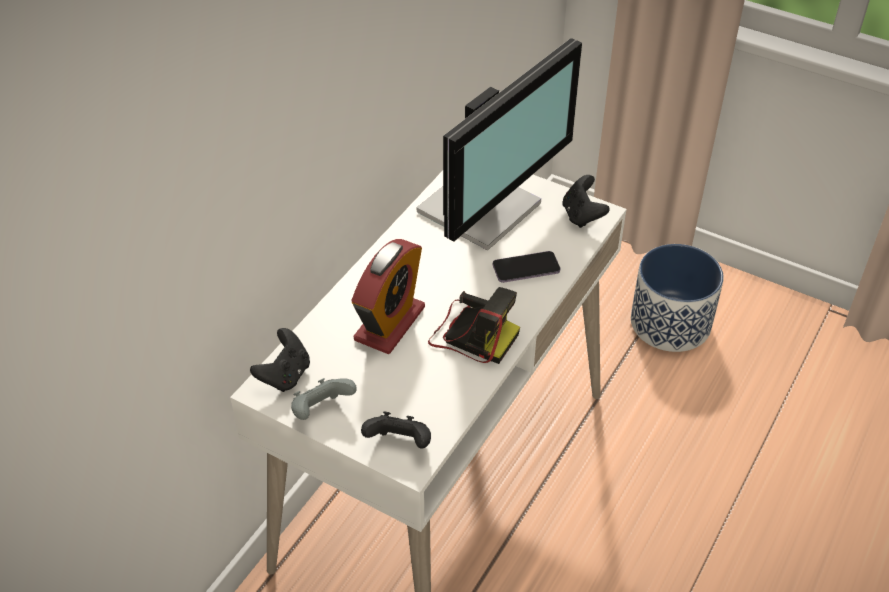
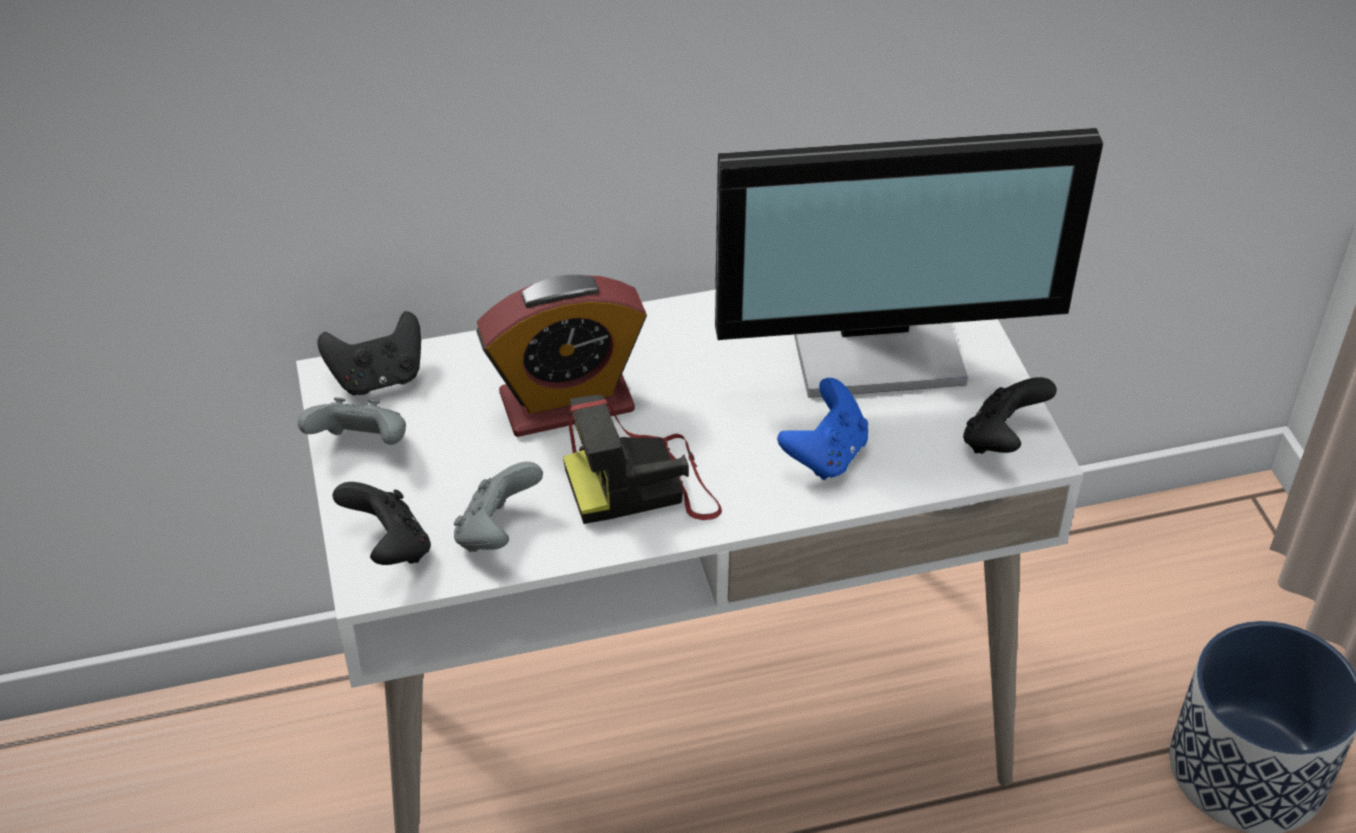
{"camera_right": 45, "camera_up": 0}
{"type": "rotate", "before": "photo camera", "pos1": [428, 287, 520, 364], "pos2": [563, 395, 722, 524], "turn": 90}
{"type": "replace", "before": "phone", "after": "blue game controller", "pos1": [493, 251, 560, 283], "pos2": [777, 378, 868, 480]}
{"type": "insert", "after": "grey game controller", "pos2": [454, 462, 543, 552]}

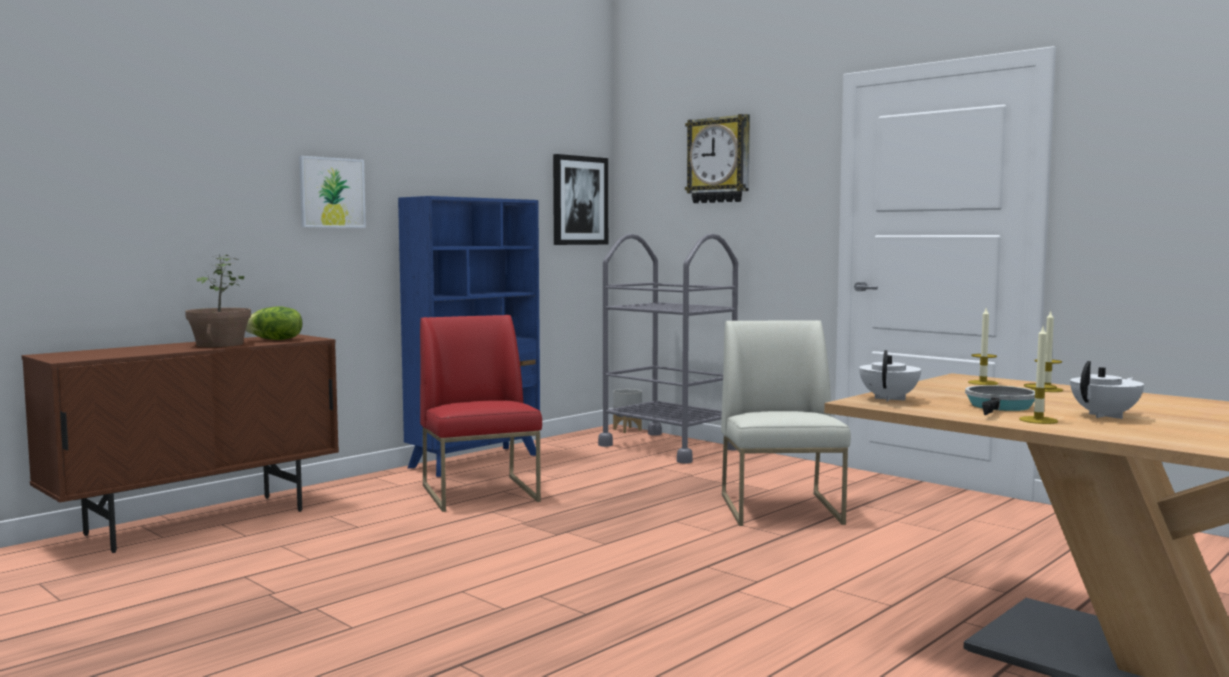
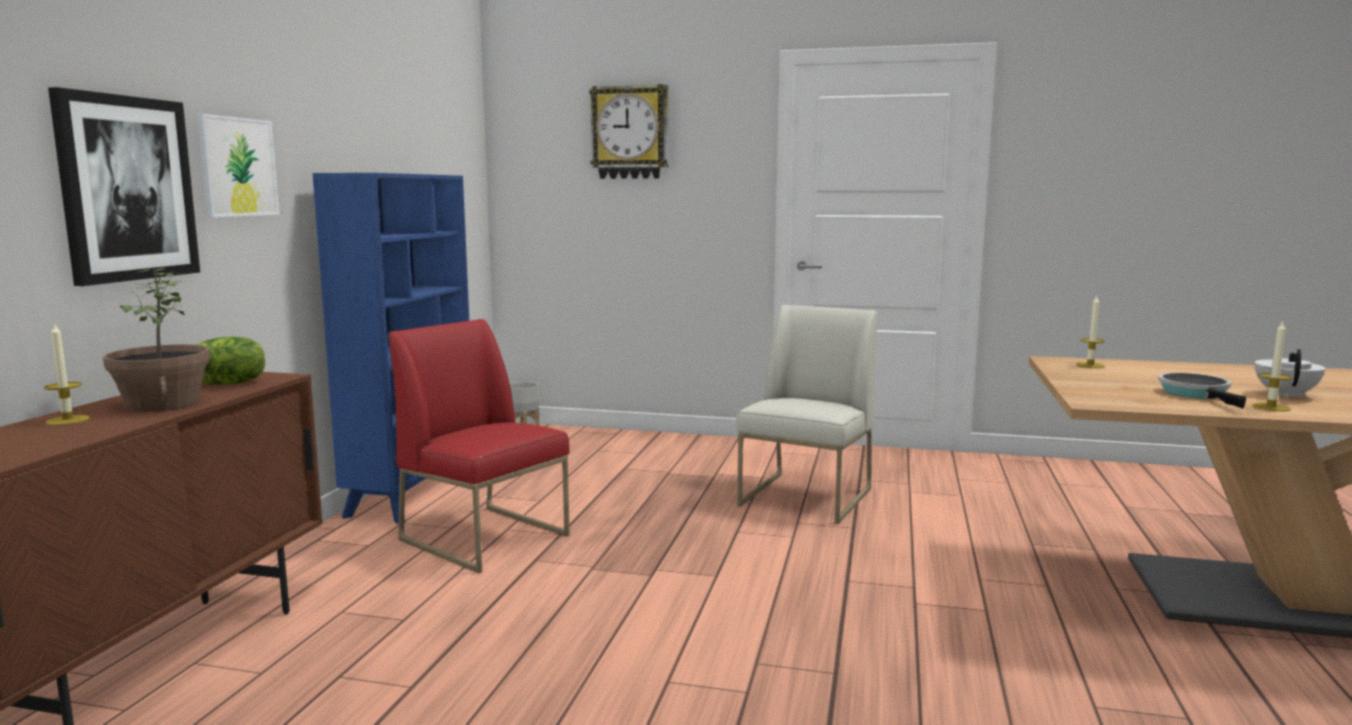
{"camera_right": -30, "camera_up": 5}
{"type": "move", "before": "picture", "pos1": [553, 154, 608, 245], "pos2": [48, 87, 200, 286]}
{"type": "delete", "before": "grey cart", "pos1": [598, 234, 738, 464]}
{"type": "rotate", "before": "white chair", "pos1": [721, 320, 851, 526], "pos2": [736, 305, 877, 524], "turn": 60}
{"type": "delete", "before": "white teapot", "pos1": [859, 350, 921, 402]}
{"type": "move", "before": "candle", "pos1": [1031, 310, 1063, 392], "pos2": [44, 324, 90, 425]}

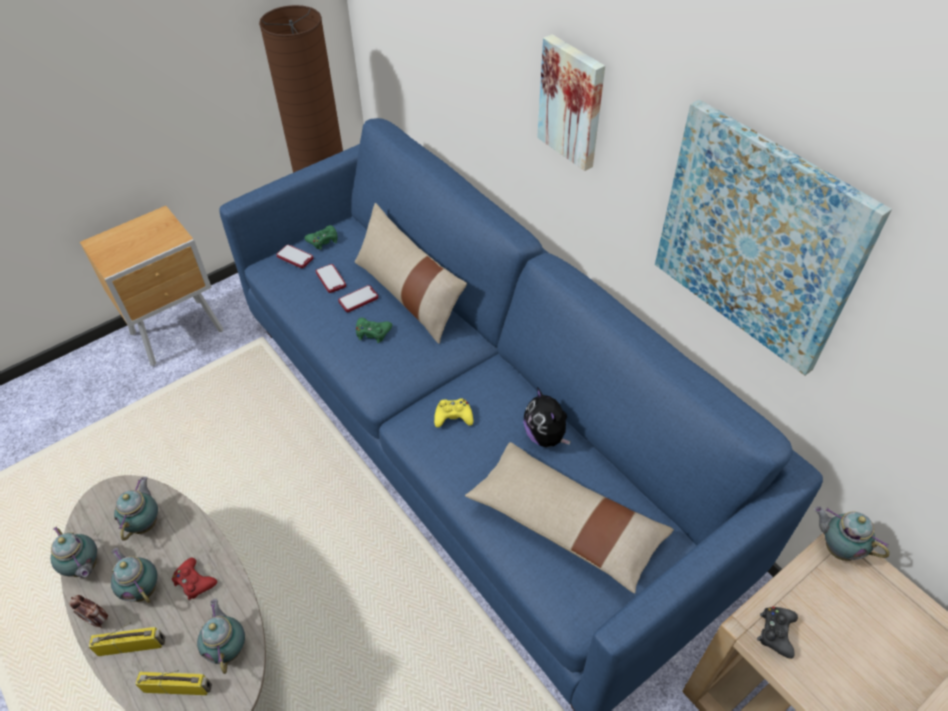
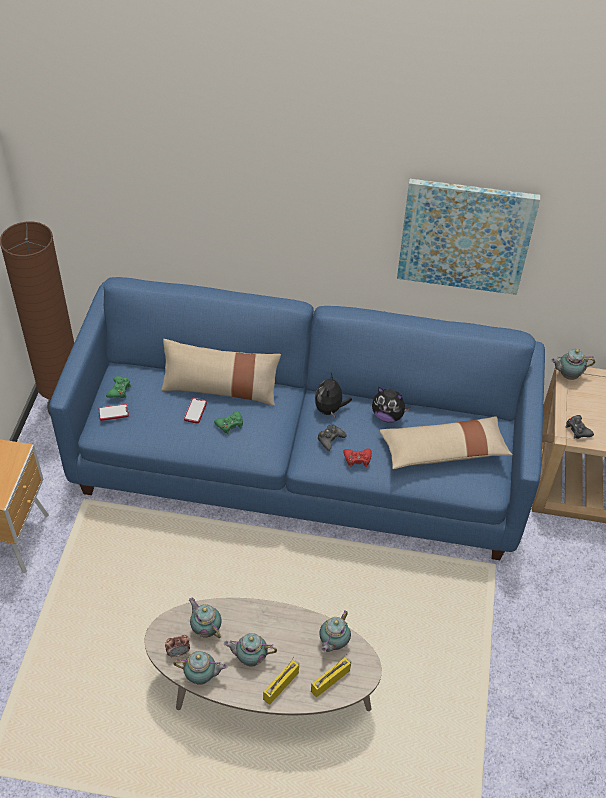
{"camera_right": -45, "camera_up": 0}
{"type": "move", "before": "alarm clock", "pos1": [70, 595, 108, 628], "pos2": [165, 635, 190, 658]}
{"type": "move", "before": "red game controller", "pos1": [172, 558, 217, 600], "pos2": [344, 449, 372, 467]}
{"type": "rotate", "before": "teapot", "pos1": [197, 599, 245, 674], "pos2": [320, 610, 351, 653], "turn": -90}
{"type": "delete", "before": "phone", "pos1": [316, 264, 346, 293]}
{"type": "recolor", "before": "yellow game controller", "after": "black game controller", "pos1": [434, 399, 473, 428], "pos2": [318, 425, 346, 451]}
{"type": "delete", "before": "picture", "pos1": [537, 34, 605, 171]}
{"type": "insert", "after": "plush toy", "pos2": [315, 373, 352, 418]}

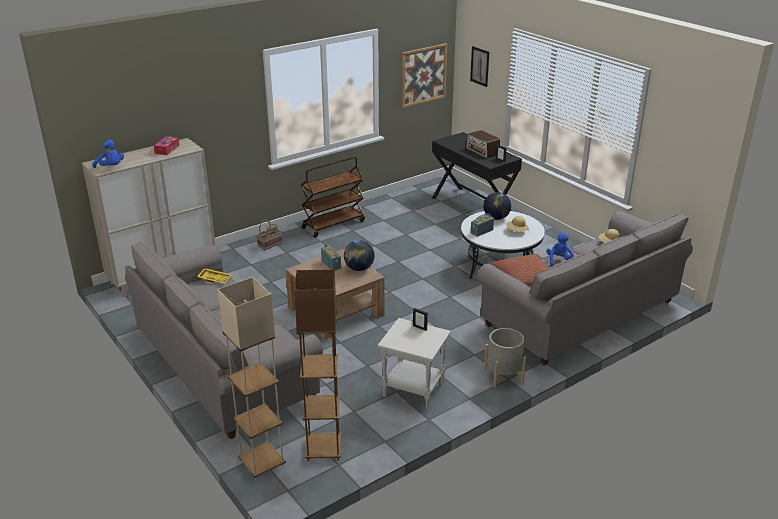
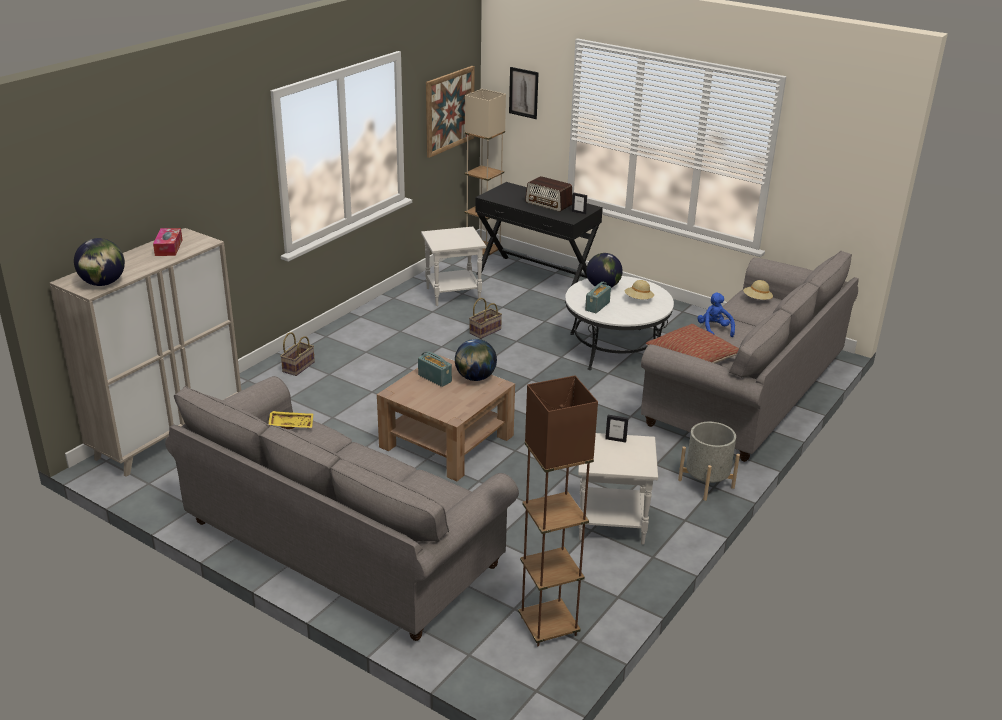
{"camera_right": -20, "camera_up": 0}
{"type": "replace", "before": "blue plush toy", "after": "globe", "pos1": [92, 139, 124, 168], "pos2": [74, 238, 125, 286]}
{"type": "move", "before": "beige floor lamp", "pos1": [217, 277, 286, 480], "pos2": [464, 89, 506, 255]}
{"type": "delete", "before": "brown cart", "pos1": [301, 157, 365, 238]}
{"type": "insert", "after": "white side table", "pos2": [421, 227, 486, 306]}
{"type": "insert", "after": "basket", "pos2": [469, 298, 502, 339]}

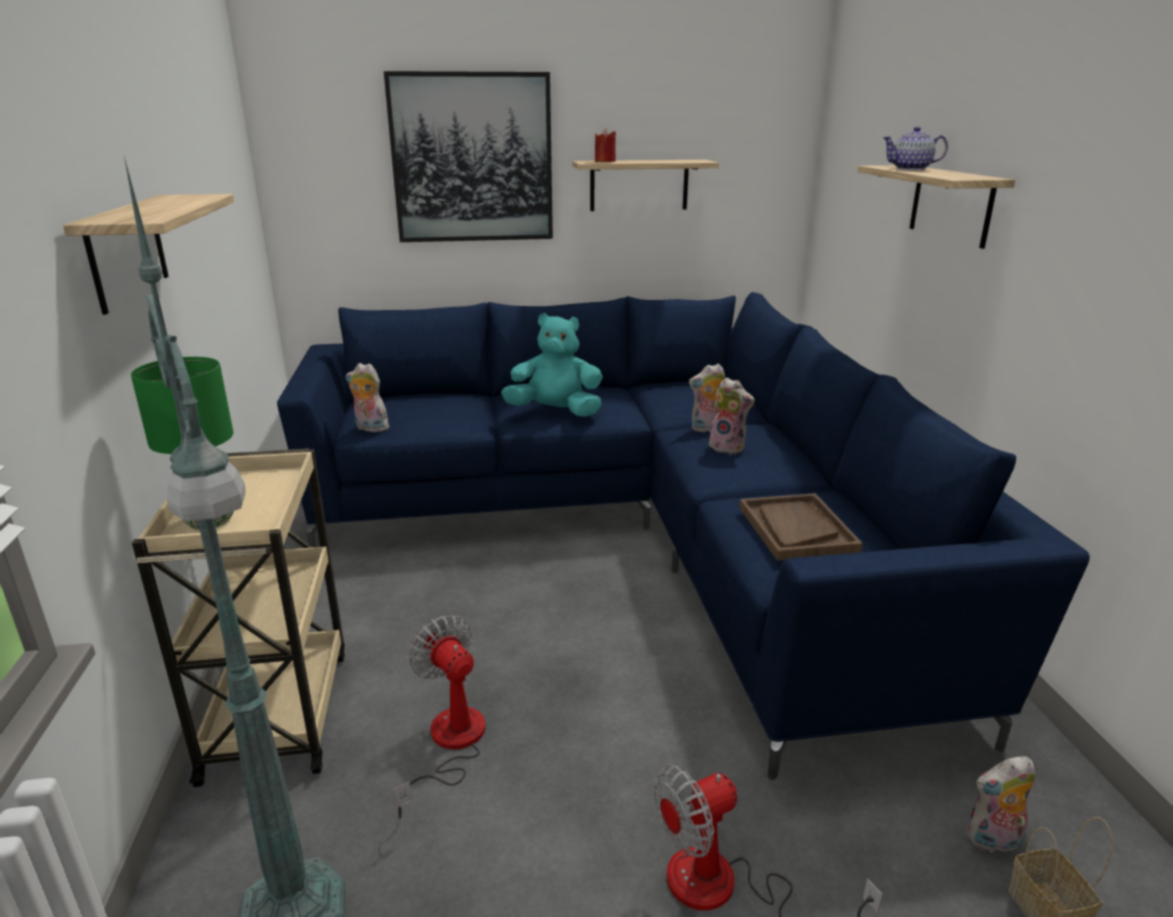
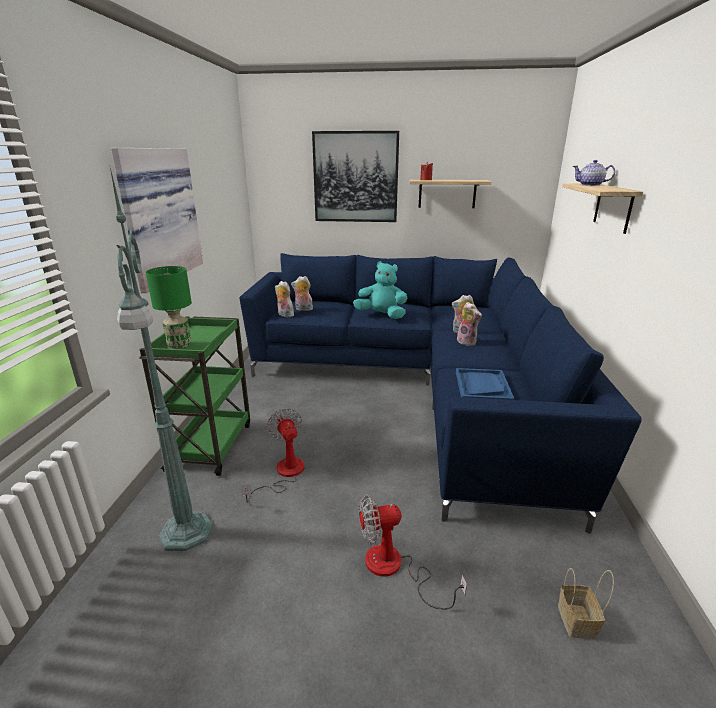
{"camera_right": 15, "camera_up": 0}
{"type": "replace", "before": "shelf", "after": "picture", "pos1": [63, 194, 234, 315], "pos2": [111, 148, 203, 293]}
{"type": "recolor", "before": "beige cart", "after": "green cart", "pos1": [132, 448, 345, 787], "pos2": [139, 316, 250, 476]}
{"type": "recolor", "before": "brown tray", "after": "blue tray", "pos1": [739, 493, 863, 561], "pos2": [456, 368, 514, 400]}
{"type": "move", "before": "plush toy", "pos1": [967, 756, 1035, 853], "pos2": [291, 276, 313, 311]}

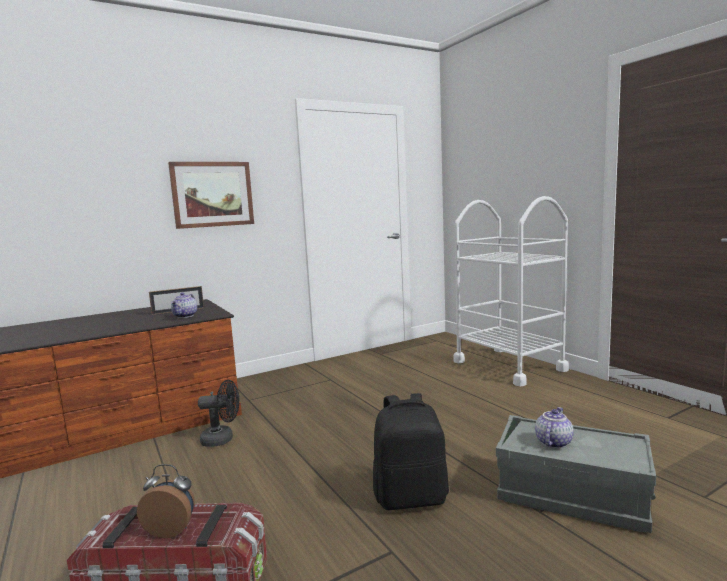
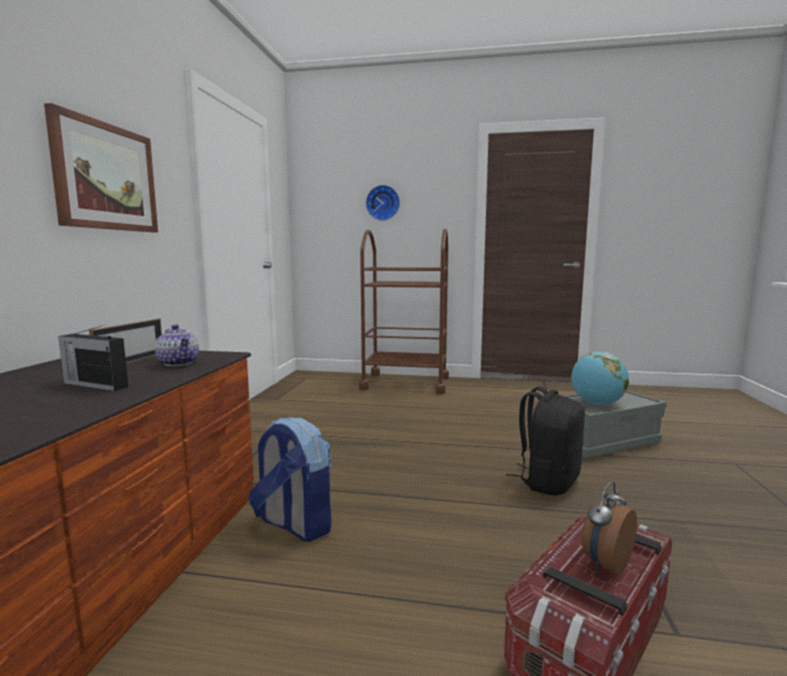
{"camera_right": -50, "camera_up": 0}
{"type": "replace", "before": "black fan", "after": "backpack", "pos1": [198, 380, 239, 447], "pos2": [249, 417, 332, 542]}
{"type": "recolor", "before": "white cart", "after": "brown cart", "pos1": [453, 196, 569, 386], "pos2": [359, 229, 449, 394]}
{"type": "replace", "before": "teapot", "after": "globe", "pos1": [535, 407, 574, 448], "pos2": [571, 352, 629, 405]}
{"type": "insert", "after": "radio", "pos2": [58, 324, 128, 391]}
{"type": "insert", "after": "wall clock", "pos2": [366, 185, 400, 221]}

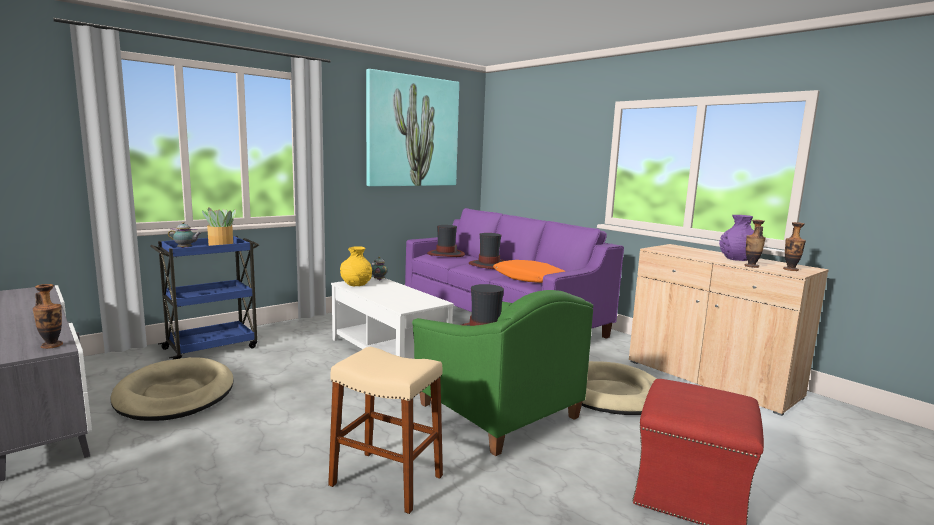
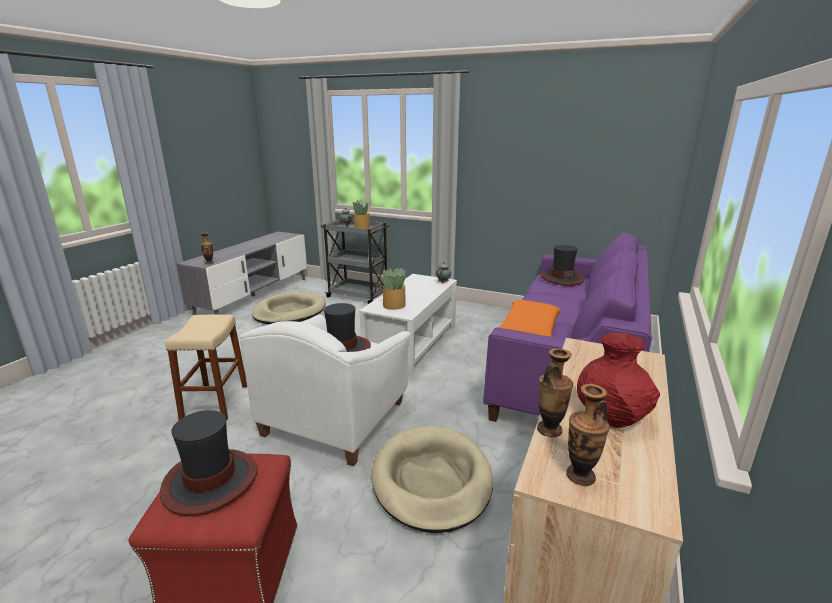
{"camera_right": 65, "camera_up": 10}
{"type": "recolor", "before": "blue cart", "after": "grey cart", "pos1": [150, 236, 259, 360], "pos2": [321, 219, 389, 304]}
{"type": "delete", "before": "yellow vase", "pos1": [340, 247, 372, 286]}
{"type": "delete", "before": "picture", "pos1": [366, 69, 459, 187]}
{"type": "recolor", "before": "green armchair", "after": "white armchair", "pos1": [412, 290, 593, 456], "pos2": [240, 315, 411, 466]}
{"type": "move", "before": "hat", "pos1": [469, 233, 506, 269], "pos2": [160, 410, 258, 516]}
{"type": "recolor", "before": "purple vase", "after": "red vase", "pos1": [719, 215, 754, 261], "pos2": [577, 333, 660, 428]}
{"type": "insert", "after": "potted plant", "pos2": [378, 268, 406, 310]}

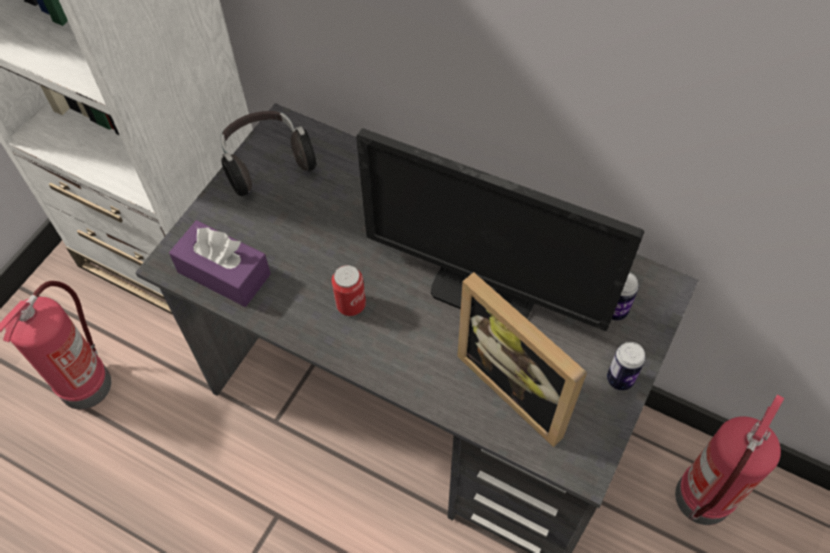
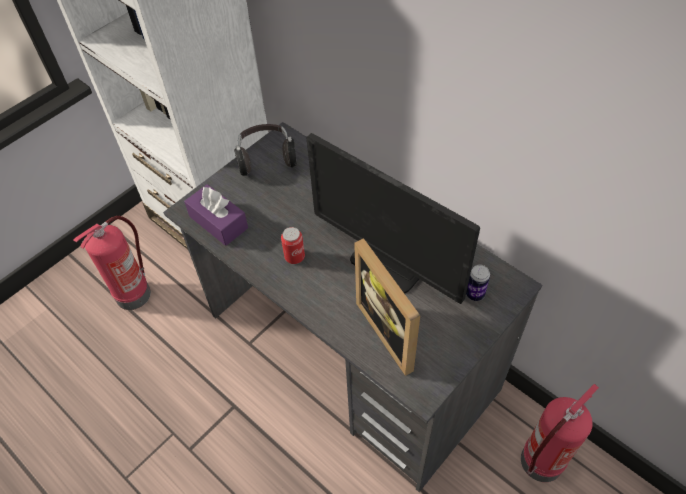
{"camera_right": 15, "camera_up": -5}
{"type": "delete", "before": "can", "pos1": [607, 342, 646, 391]}

